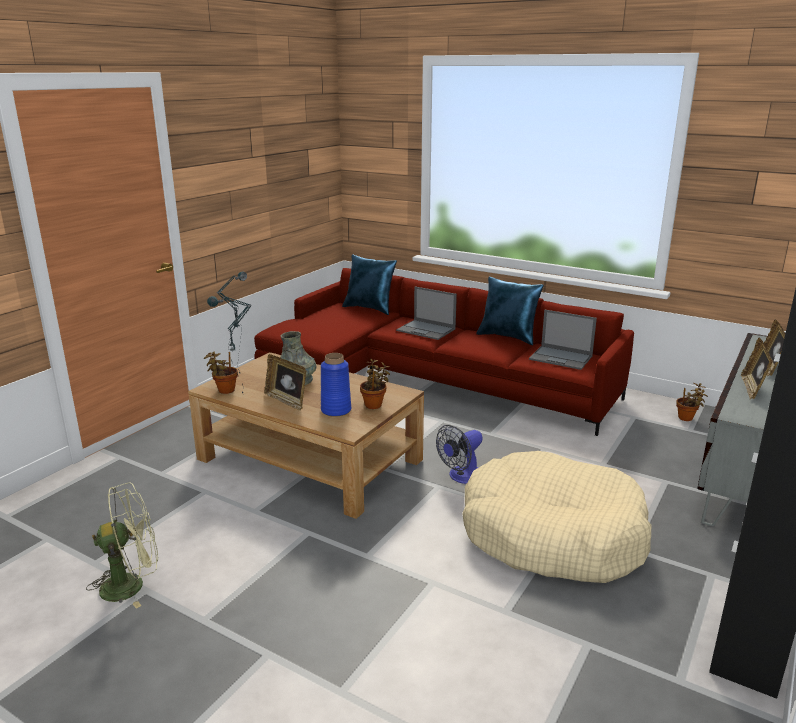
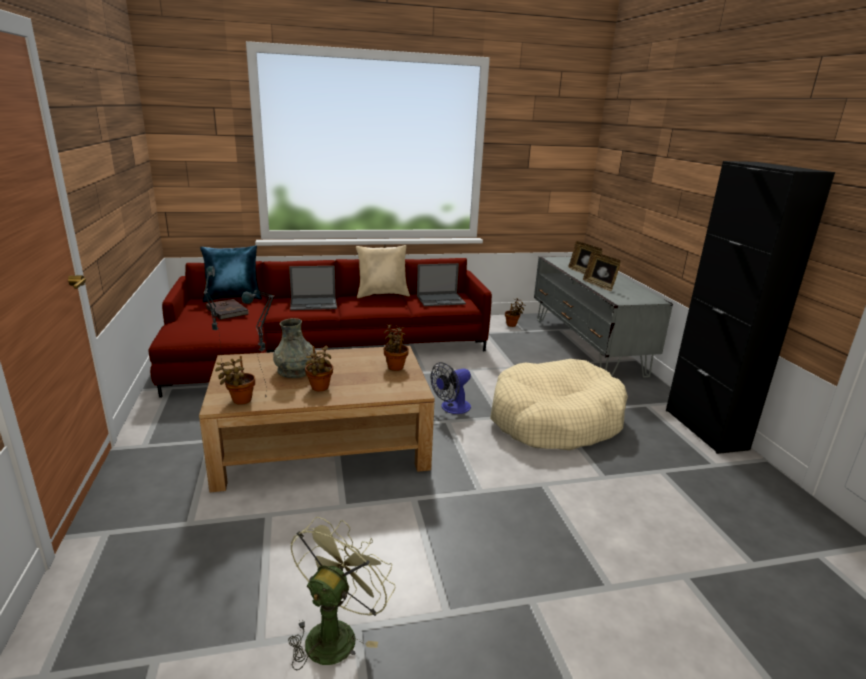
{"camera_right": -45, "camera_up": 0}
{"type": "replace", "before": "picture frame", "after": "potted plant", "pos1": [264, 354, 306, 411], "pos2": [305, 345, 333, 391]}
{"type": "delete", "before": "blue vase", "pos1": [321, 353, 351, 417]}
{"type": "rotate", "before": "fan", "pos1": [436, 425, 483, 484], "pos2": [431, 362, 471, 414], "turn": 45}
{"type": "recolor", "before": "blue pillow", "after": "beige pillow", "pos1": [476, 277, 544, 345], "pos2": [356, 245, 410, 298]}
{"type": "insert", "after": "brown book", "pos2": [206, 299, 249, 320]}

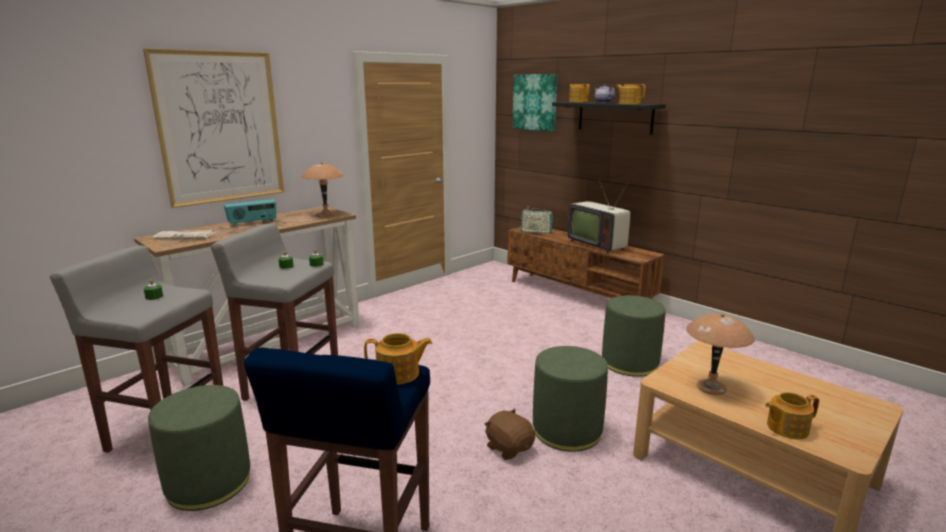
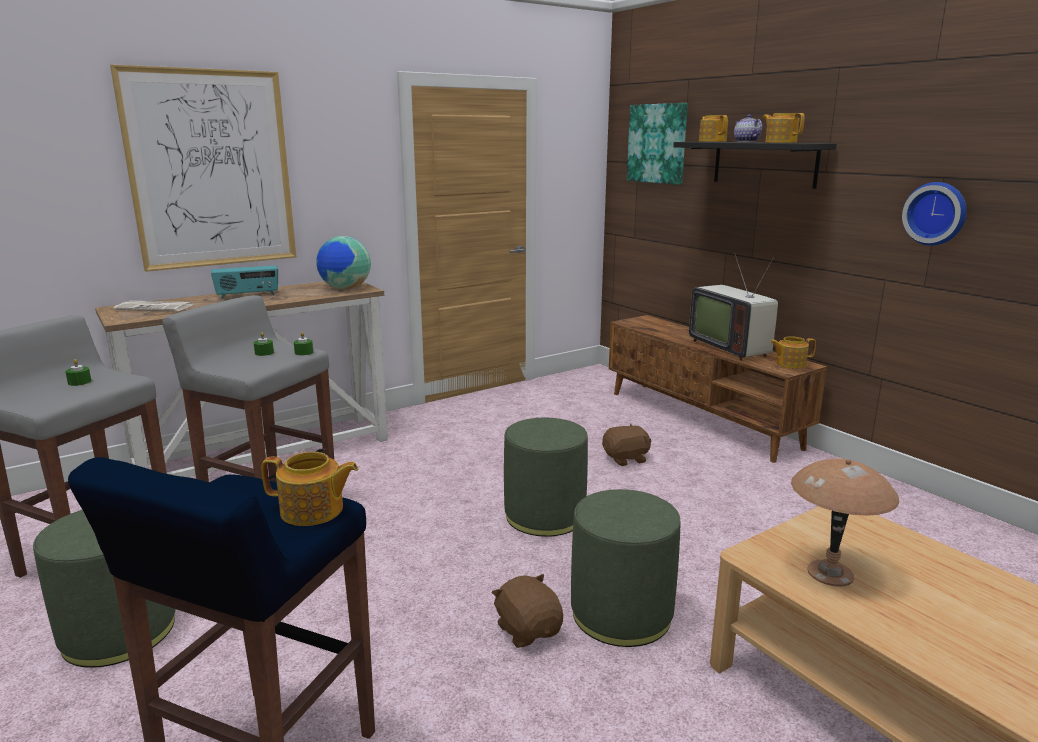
{"camera_right": 10, "camera_up": 0}
{"type": "replace", "before": "brown table lamp", "after": "globe", "pos1": [302, 162, 344, 217], "pos2": [316, 236, 371, 290]}
{"type": "delete", "before": "radio", "pos1": [520, 209, 553, 234]}
{"type": "move", "before": "green ottoman", "pos1": [602, 295, 666, 377], "pos2": [504, 418, 588, 537]}
{"type": "move", "before": "teapot", "pos1": [765, 392, 819, 439], "pos2": [770, 336, 816, 369]}
{"type": "insert", "after": "brown plush toy", "pos2": [602, 424, 651, 466]}
{"type": "insert", "after": "wall clock", "pos2": [902, 182, 967, 246]}

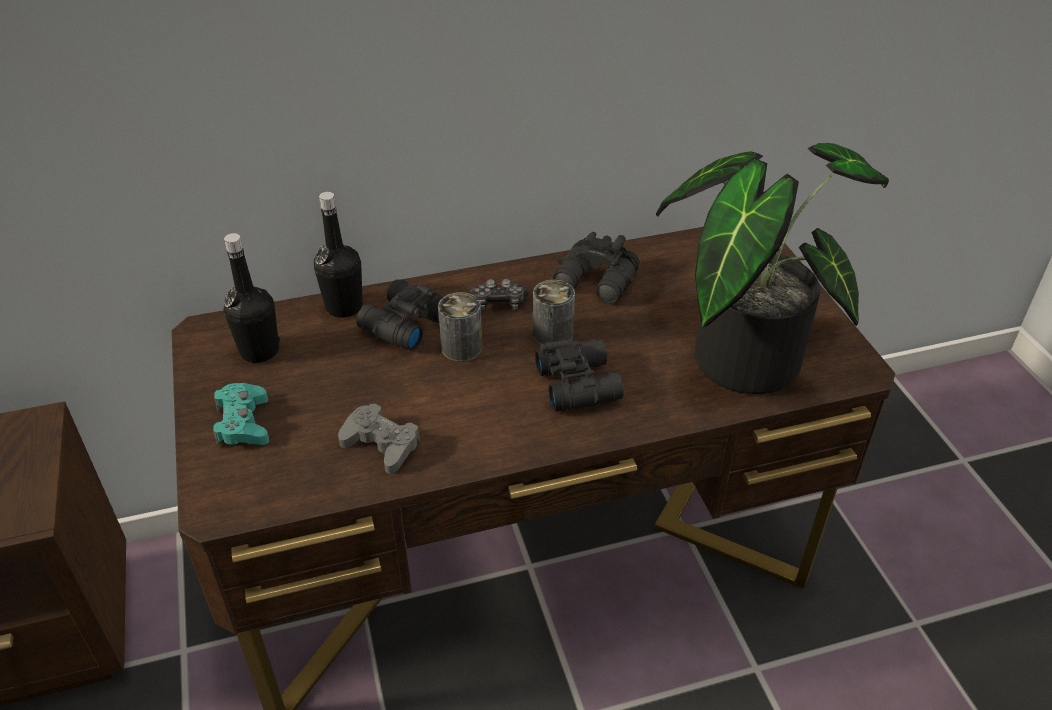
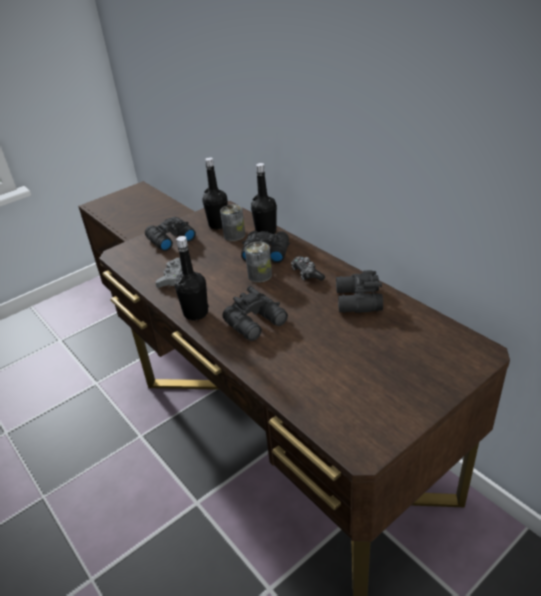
{"camera_right": 70, "camera_up": -5}
{"type": "replace", "before": "turquoise game controller", "after": "black binoculars", "pos1": [213, 383, 269, 446], "pos2": [145, 217, 196, 251]}
{"type": "move", "before": "can", "pos1": [533, 280, 575, 346], "pos2": [220, 205, 245, 241]}
{"type": "delete", "before": "potted plant", "pos1": [656, 143, 889, 394]}
{"type": "insert", "after": "black bottle", "pos2": [175, 236, 209, 320]}

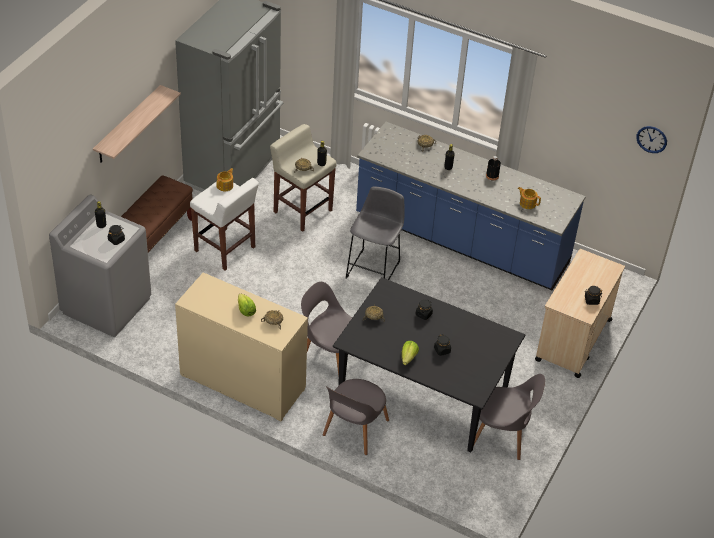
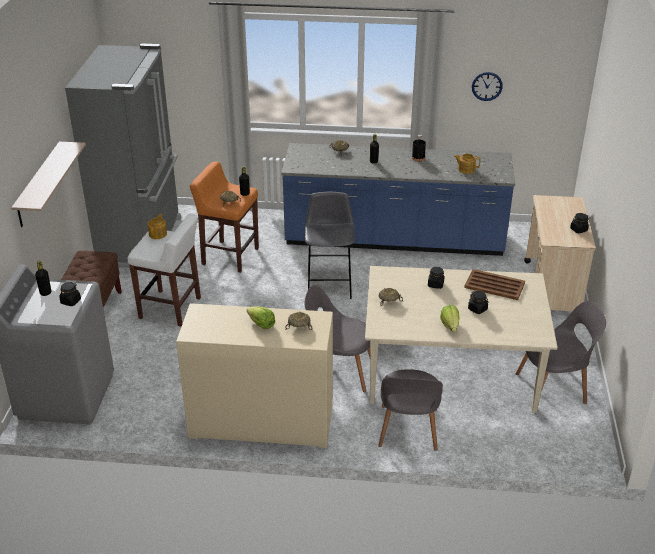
{"camera_right": -20, "camera_up": -10}
{"type": "recolor", "before": "beige stool", "after": "orange stool", "pos1": [270, 124, 336, 232], "pos2": [190, 162, 259, 273]}
{"type": "recolor", "before": "black dining table", "after": "beige dining table", "pos1": [333, 277, 525, 453], "pos2": [365, 266, 558, 413]}
{"type": "move", "before": "wall clock", "pos1": [636, 126, 667, 153], "pos2": [472, 72, 503, 101]}
{"type": "insert", "after": "brown tray", "pos2": [464, 269, 525, 300]}

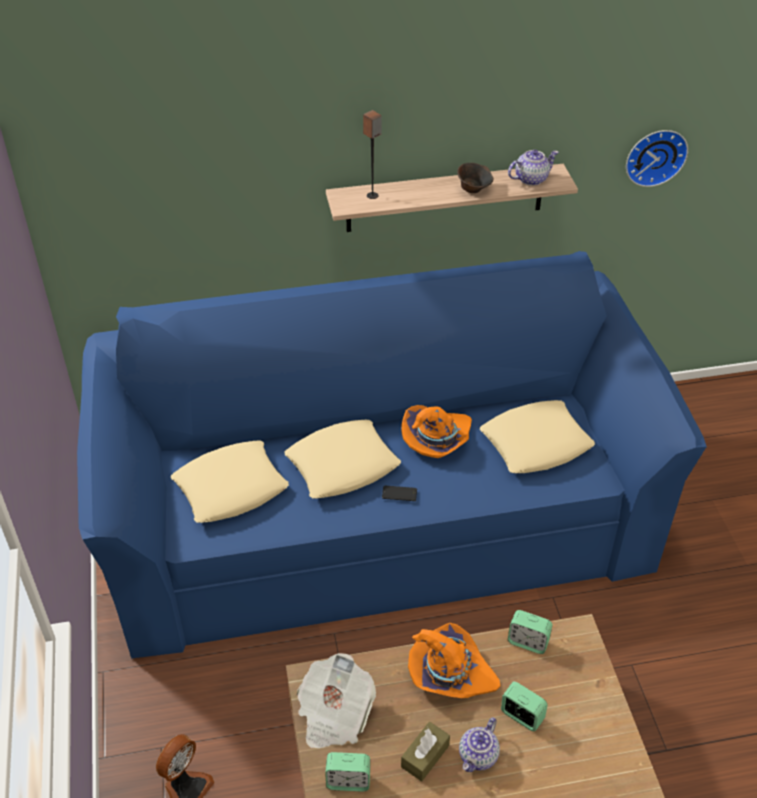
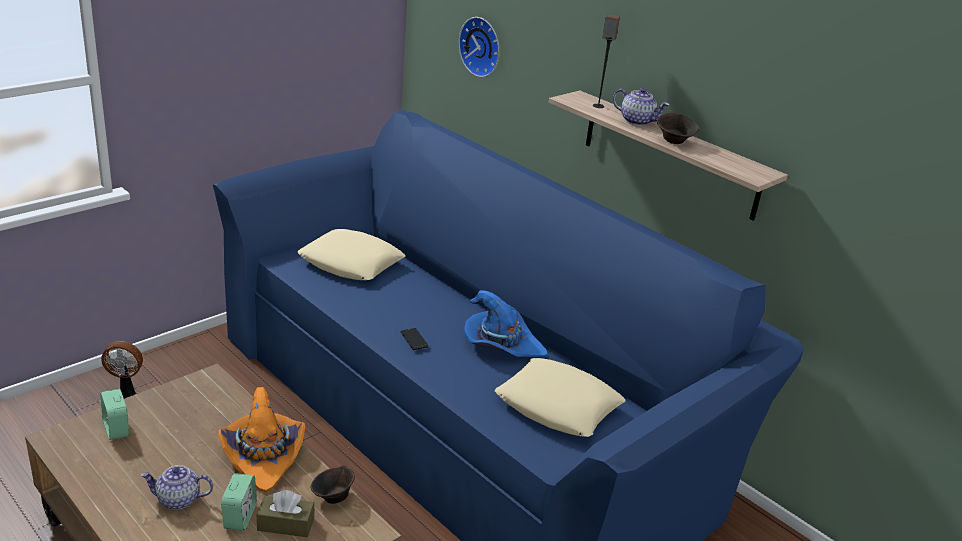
{"camera_right": 55, "camera_up": -15}
{"type": "delete", "before": "beige pillow", "pos1": [285, 420, 401, 499]}
{"type": "delete", "before": "newspaper", "pos1": [297, 653, 376, 748]}
{"type": "recolor", "before": "orange hat", "after": "blue hat", "pos1": [401, 405, 472, 458], "pos2": [464, 290, 547, 358]}
{"type": "move", "before": "brown tissue box", "pos1": [401, 722, 450, 782], "pos2": [257, 490, 314, 537]}
{"type": "move", "before": "teapot", "pos1": [508, 150, 559, 186], "pos2": [613, 88, 669, 126]}
{"type": "replace", "before": "alarm clock", "after": "brown bowl", "pos1": [508, 610, 553, 654], "pos2": [311, 465, 355, 504]}
{"type": "move", "before": "wall clock", "pos1": [626, 130, 688, 187], "pos2": [458, 17, 500, 77]}

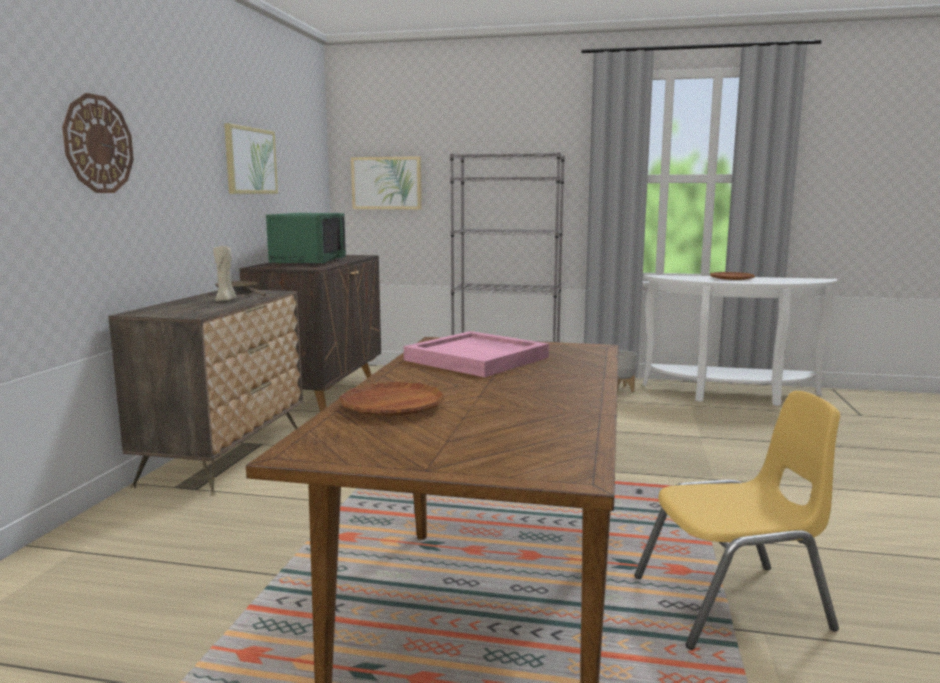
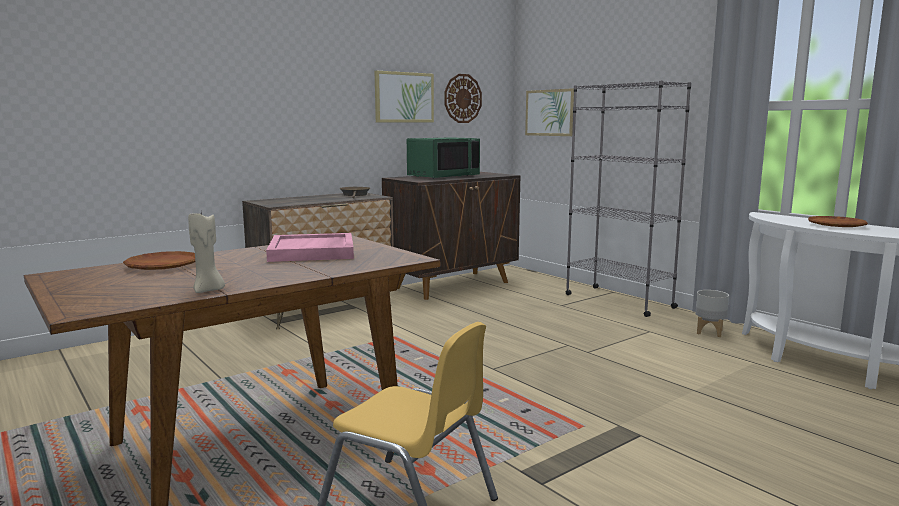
{"camera_right": 40, "camera_up": 0}
{"type": "move", "before": "wall clock", "pos1": [62, 93, 134, 193], "pos2": [444, 74, 482, 123]}
{"type": "move", "before": "beige candle", "pos1": [213, 246, 237, 301], "pos2": [188, 212, 225, 293]}

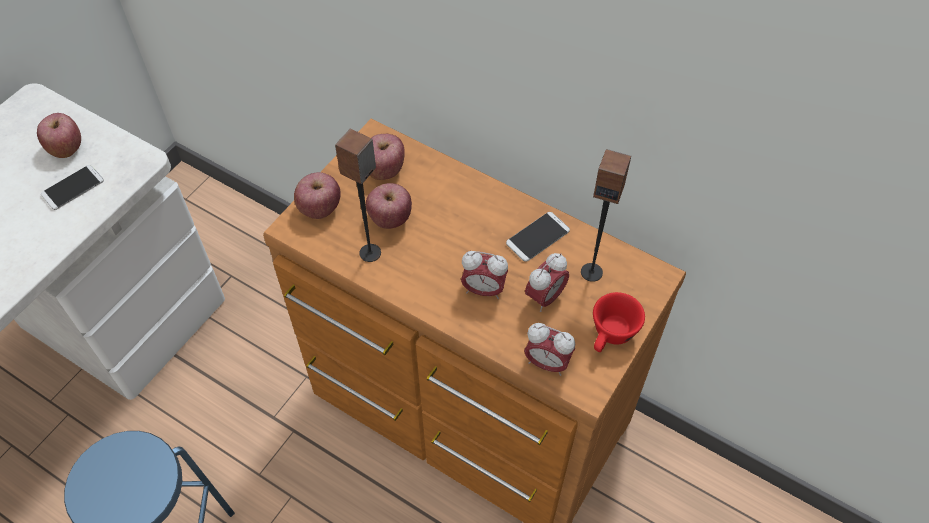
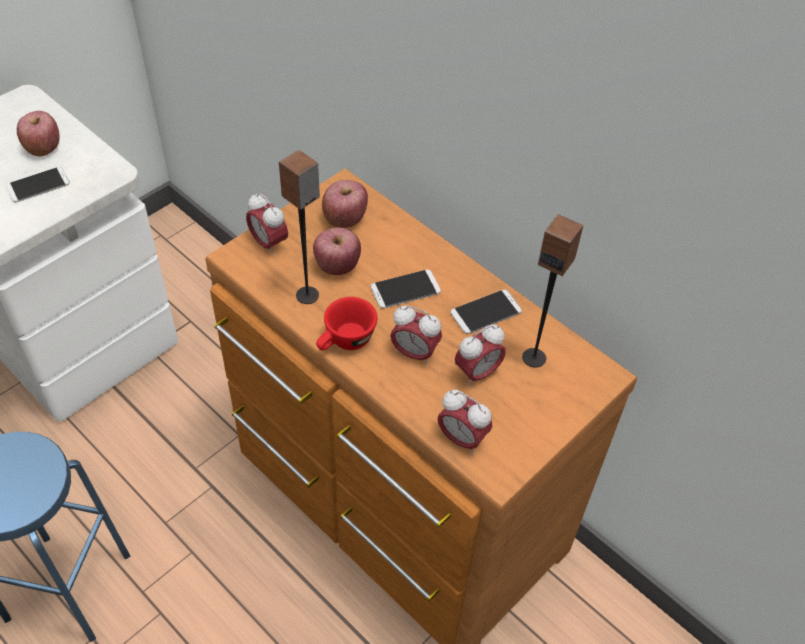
{"camera_right": 10, "camera_up": -5}
{"type": "replace", "before": "apple", "after": "alarm clock", "pos1": [294, 172, 341, 219], "pos2": [246, 193, 288, 256]}
{"type": "move", "before": "red cup", "pos1": [593, 292, 645, 352], "pos2": [316, 297, 377, 351]}
{"type": "insert", "after": "phone", "pos2": [370, 270, 441, 308]}

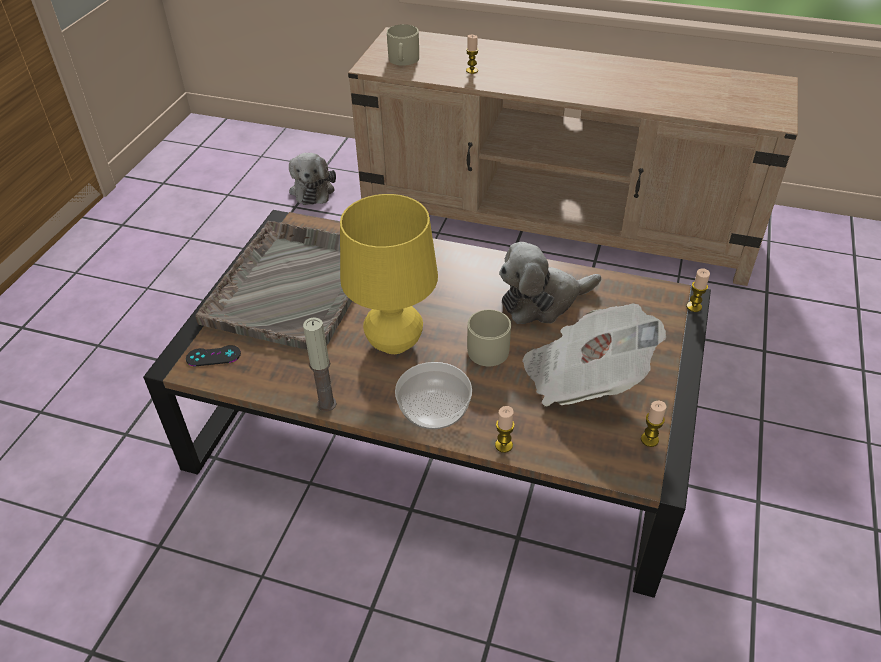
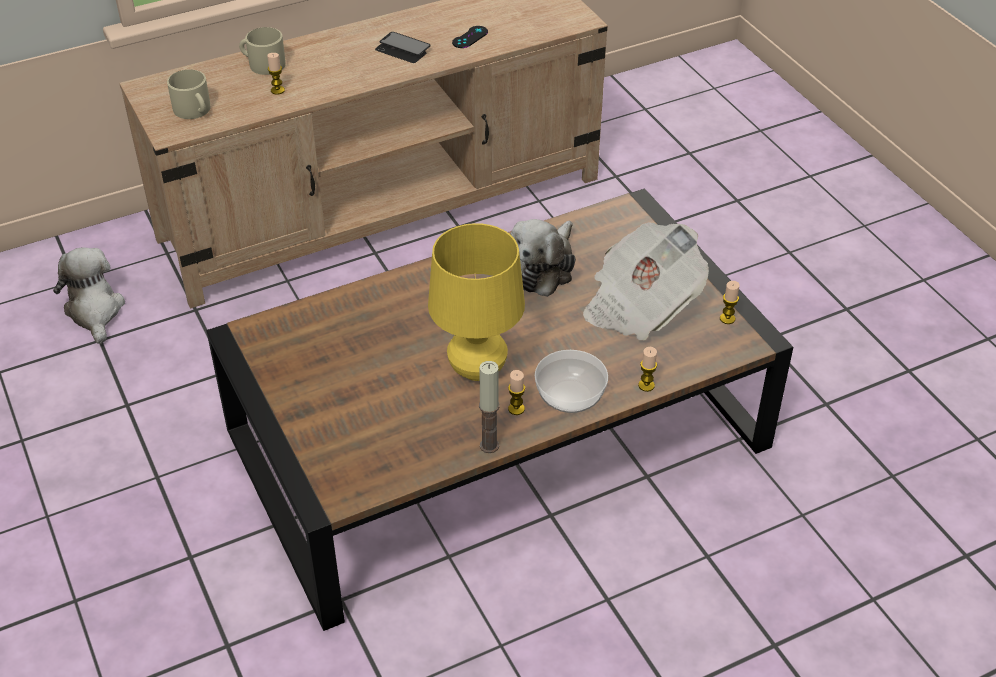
{"camera_right": -45, "camera_up": 0}
{"type": "move", "before": "black game controller", "pos1": [186, 345, 241, 366], "pos2": [452, 26, 488, 48]}
{"type": "delete", "before": "grey tray", "pos1": [195, 221, 352, 350]}
{"type": "rotate", "before": "plush toy", "pos1": [289, 153, 336, 205], "pos2": [53, 247, 125, 344], "turn": -150}
{"type": "move", "before": "beige mug", "pos1": [467, 310, 511, 366], "pos2": [239, 27, 286, 75]}
{"type": "move", "before": "candle", "pos1": [686, 268, 710, 312], "pos2": [508, 370, 525, 415]}
{"type": "insert", "after": "phone", "pos2": [375, 32, 431, 63]}

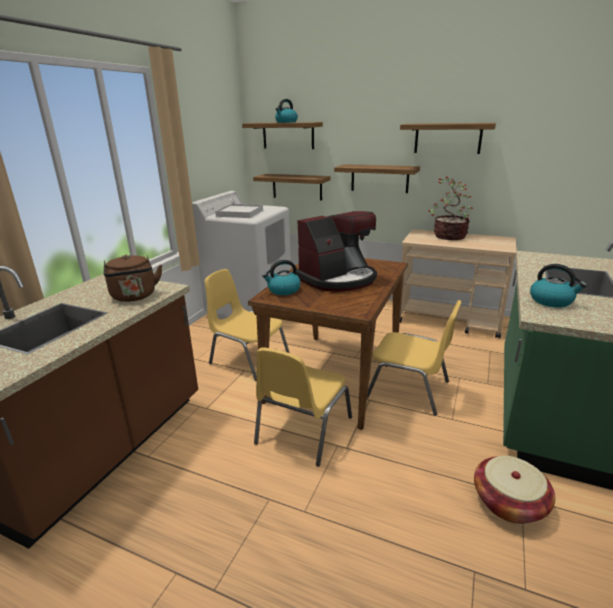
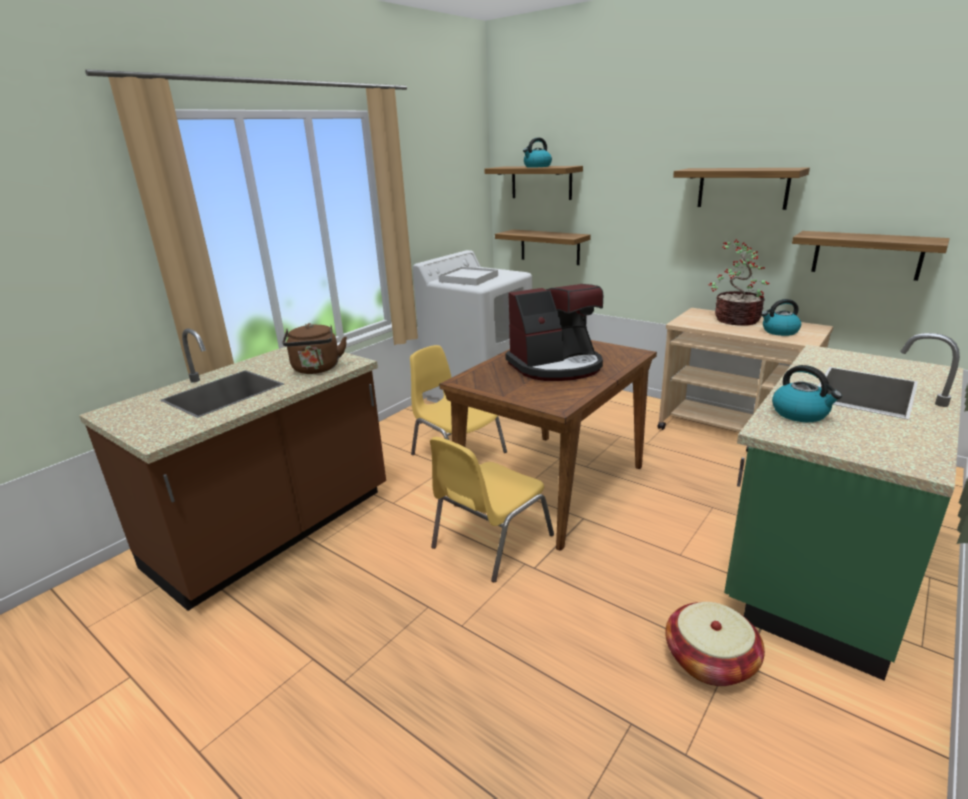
{"camera_right": 15, "camera_up": 0}
{"type": "move", "before": "kettle", "pos1": [262, 260, 301, 295], "pos2": [761, 299, 801, 336]}
{"type": "move", "before": "shelf", "pos1": [334, 164, 420, 193], "pos2": [792, 231, 950, 281]}
{"type": "delete", "before": "yellow chair", "pos1": [367, 300, 462, 416]}

